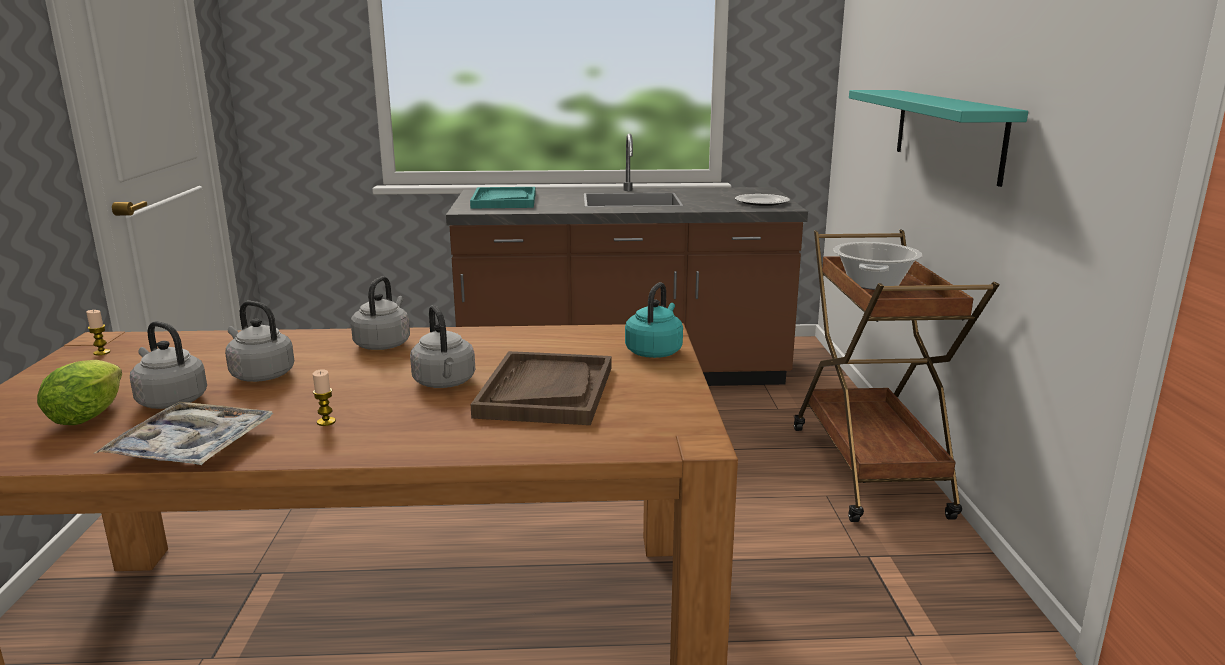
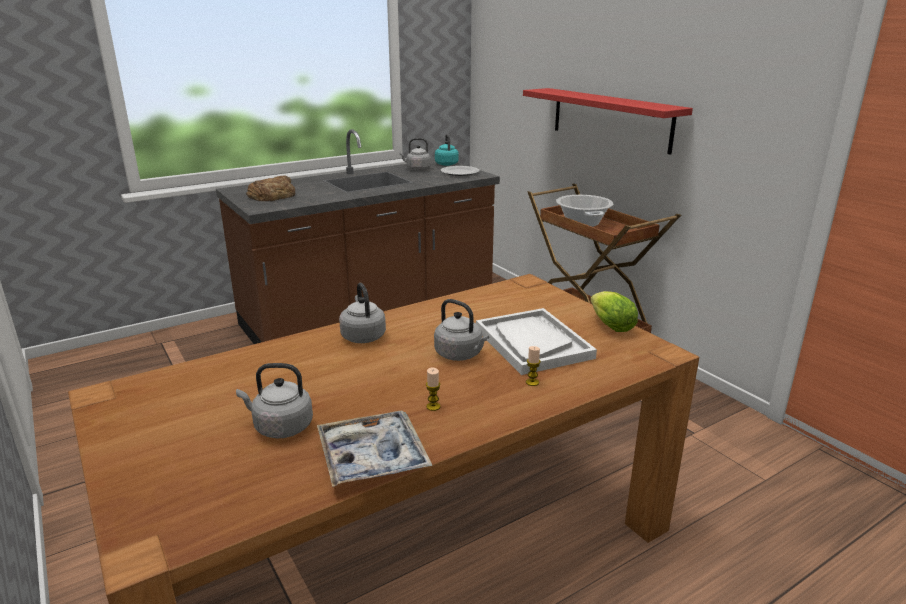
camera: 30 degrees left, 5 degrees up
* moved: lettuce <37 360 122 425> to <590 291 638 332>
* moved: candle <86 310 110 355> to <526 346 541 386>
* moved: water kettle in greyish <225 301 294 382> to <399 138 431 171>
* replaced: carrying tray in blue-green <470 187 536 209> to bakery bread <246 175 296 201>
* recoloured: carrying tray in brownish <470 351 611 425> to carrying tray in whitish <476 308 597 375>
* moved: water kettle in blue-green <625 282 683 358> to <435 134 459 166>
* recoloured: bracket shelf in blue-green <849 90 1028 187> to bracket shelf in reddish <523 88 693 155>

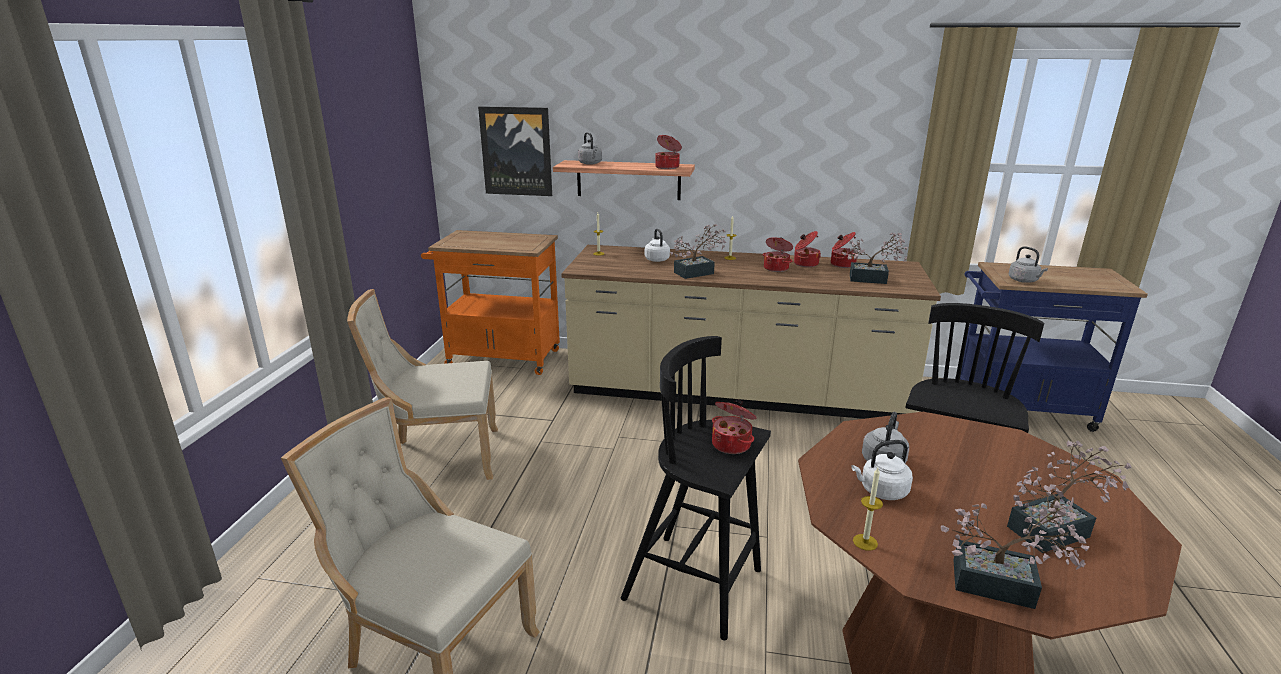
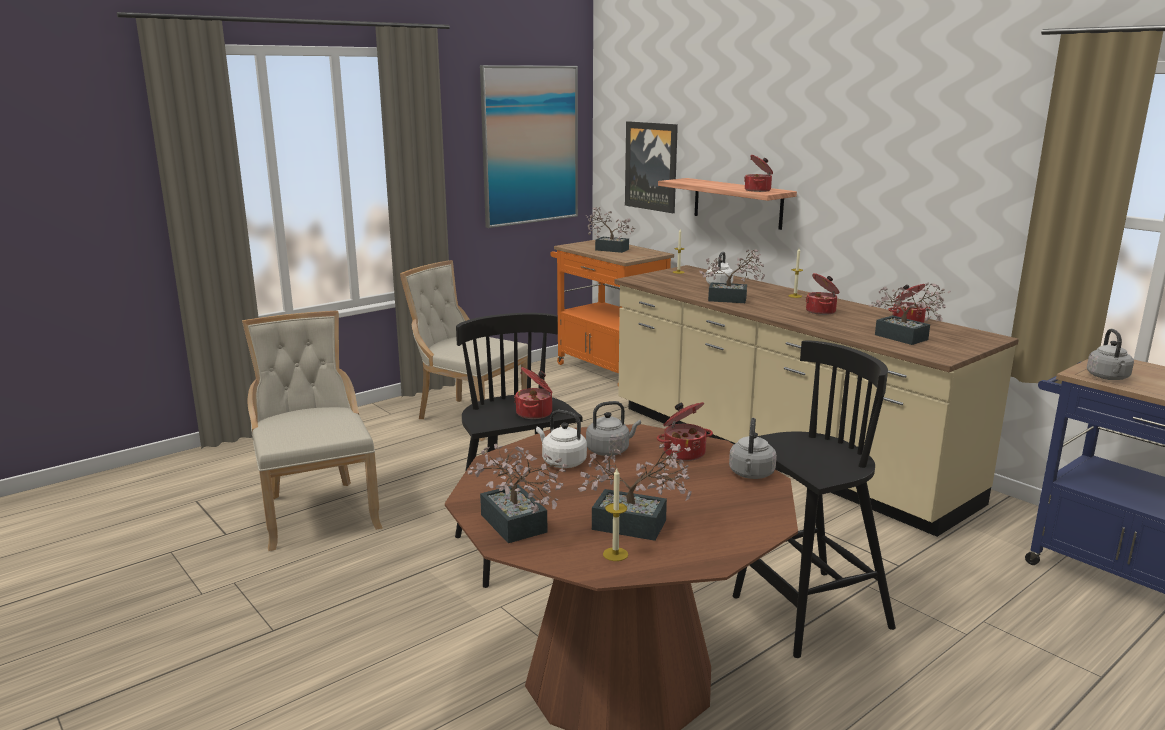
camera: 40 degrees right, 5 degrees down
* moved: water kettle in greyish <578 132 602 165> to <729 418 777 479>
* moved: cooking pot <794 231 821 267> to <657 402 713 461>
* moved: candle <853 468 883 551> to <603 468 628 561>
* added: wall art <480 65 578 228>
* added: potted plant <586 207 635 253>

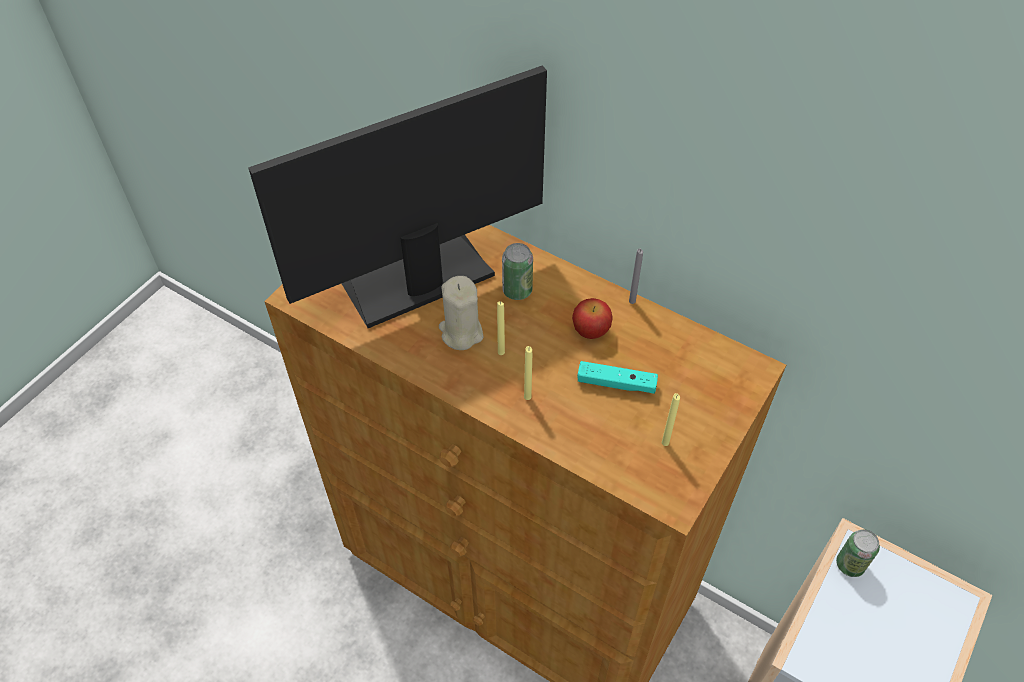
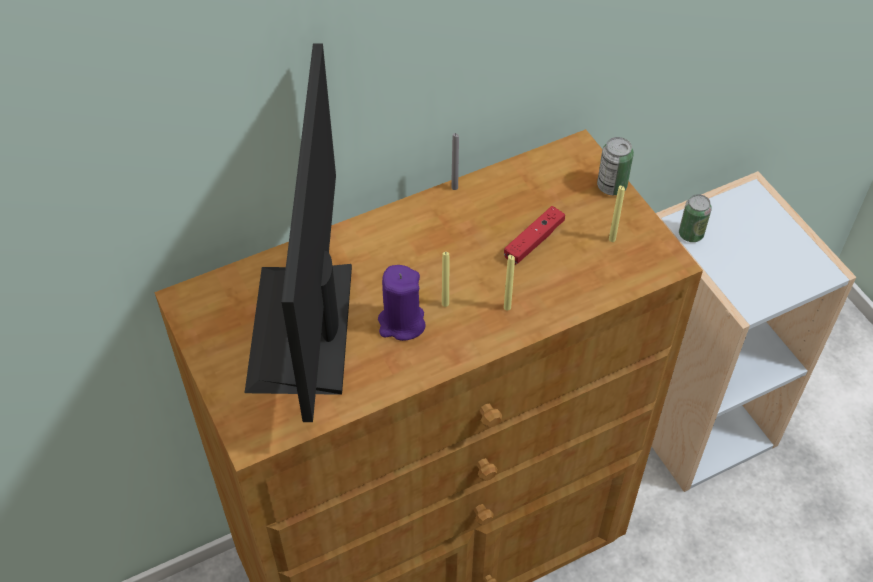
camera: 60 degrees left, 0 degrees up
* recoloured: candle in sand-coloured <439 276 483 350> to candle in purplish <378 265 426 341>
* moved: metal can <502 243 533 300> to <597 137 634 195>
* removed: apple fruit <572 298 613 339>
* recoloured: gamepad in blue-green <578 361 658 394> to gamepad in reddish <504 206 565 265>

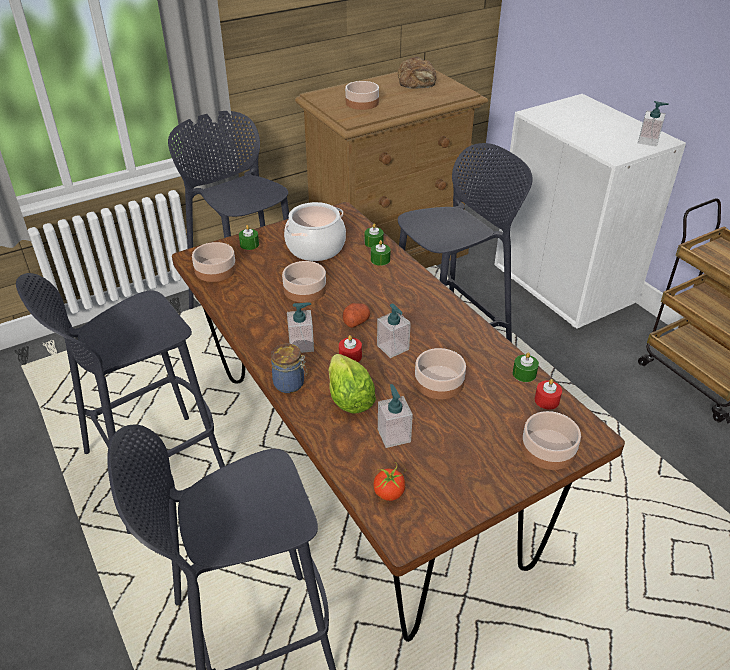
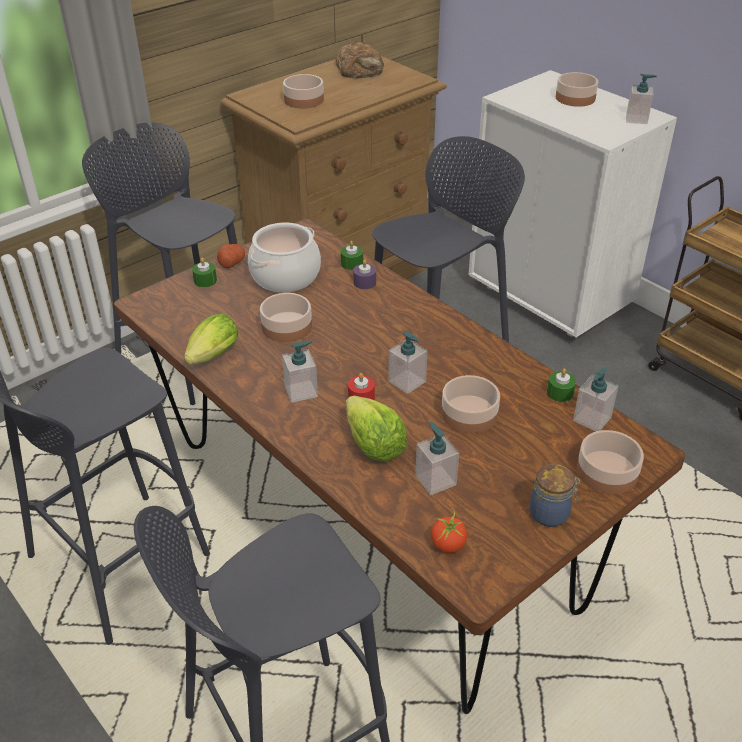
camera: 10 degrees left, 0 degrees up
* moved: bowl <192 242 236 282> to <556 72 598 107>
* moved: preserve jar <271 344 307 393> to <530 464 580 527>
* moved: potato <343 303 370 328> to <217 244 245 269>
* recoloured: candle in greenish <371 240 391 266> to candle in purplish <353 259 376 289>
* replaced: candle in reddish <535 379 562 409> to soap bottle <573 367 618 431>
* added: lettuce <184 314 238 365>

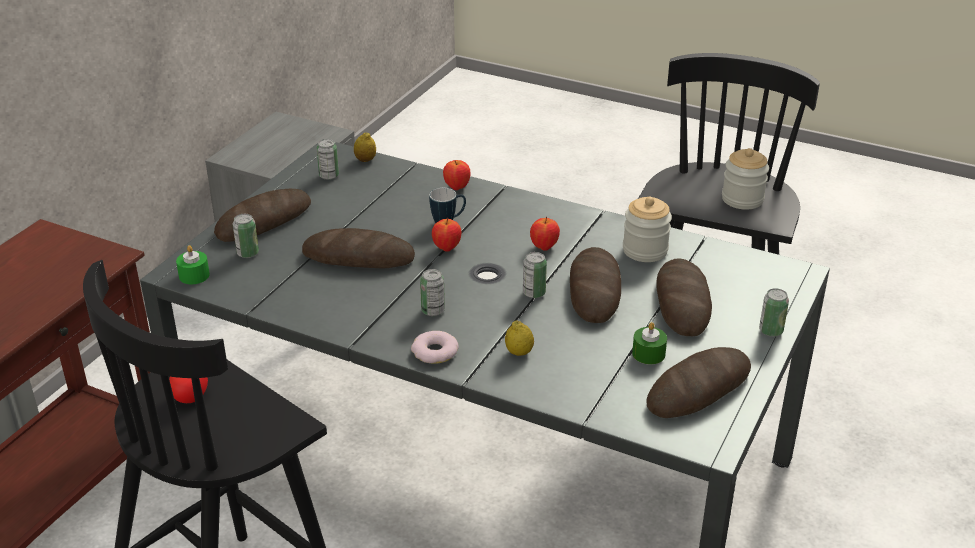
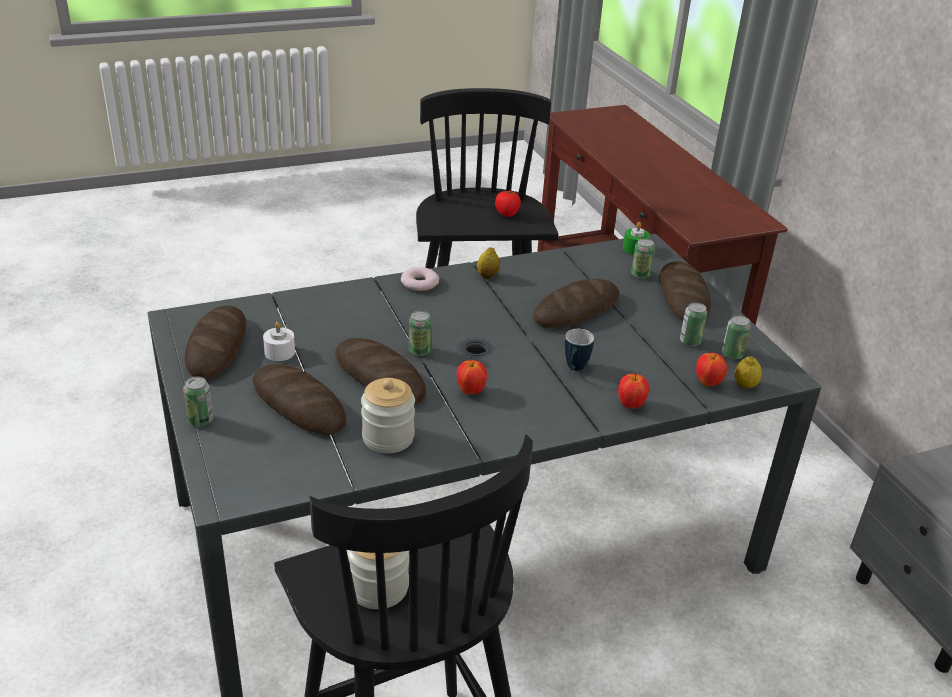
camera: 130 degrees right, 0 degrees up
* moved: metal can <420 269 445 316> to <680 302 707 346>
* moved: apple fruit <432 218 461 252> to <696 353 727 387>
* moved: lemon <505 320 534 356> to <477 247 500 279>
* recoloured: candle in greenish <632 322 667 365> to candle in whitish <263 322 295 361>

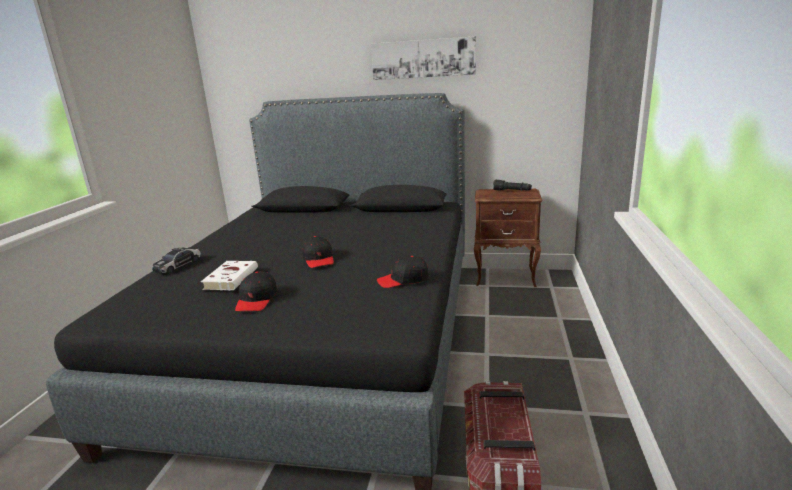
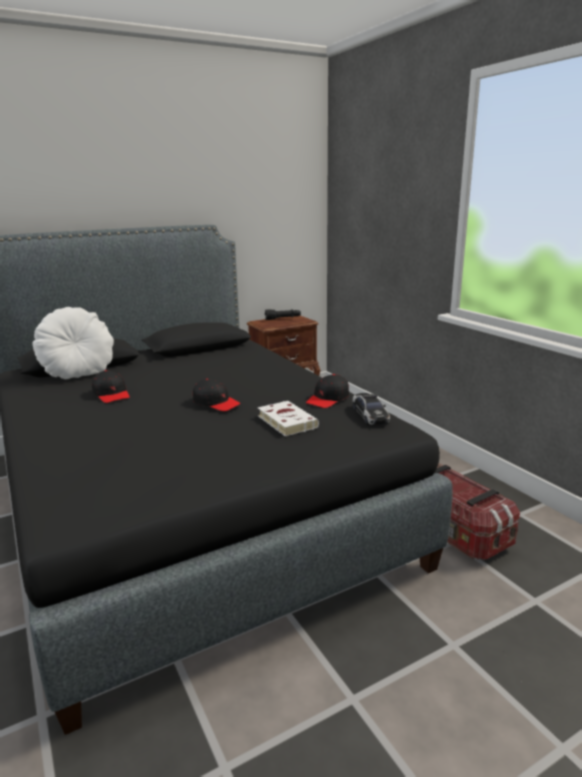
camera: 40 degrees left, 0 degrees up
* moved: miniature car <152 247 201 273> to <353 393 390 425>
* moved: bound book in whitish <201 261 258 291> to <258 401 319 436>
* moved: peaked cap in black-coloured <235 271 277 311> to <92 370 130 403>
* removed: wall art <371 36 476 80>
* added: cushion in whitish <32 307 114 379>

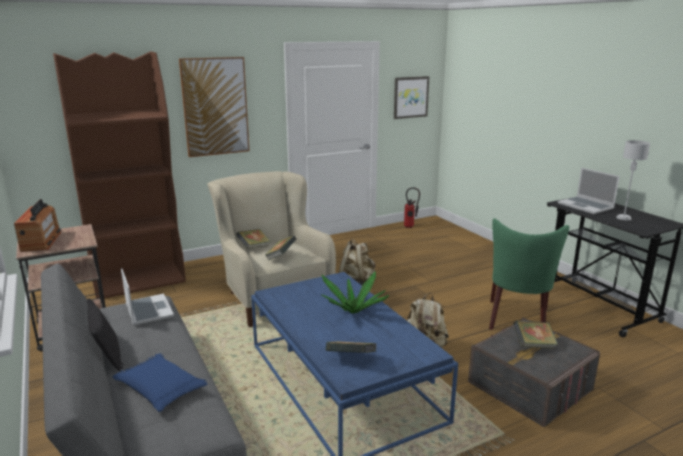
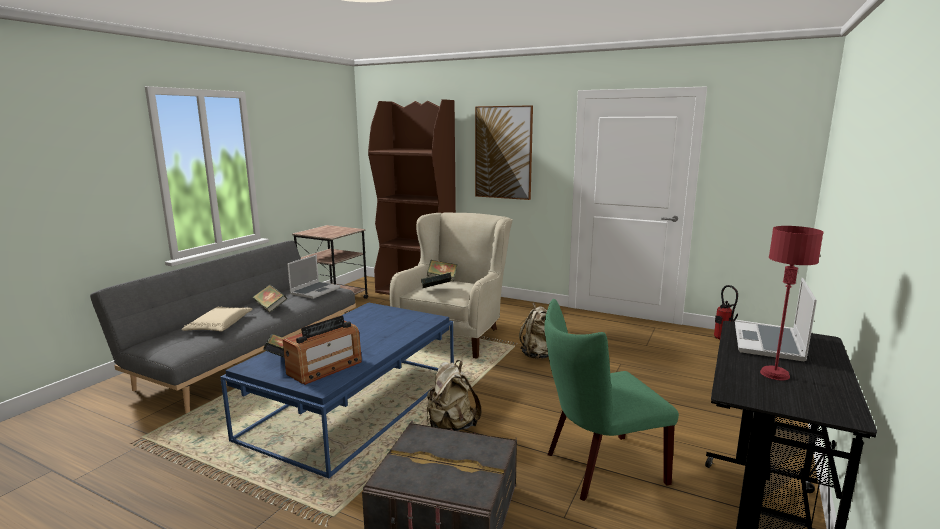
camera: 55 degrees right, 5 degrees down
* moved: radio receiver <14 199 61 252> to <283 316 362 385>
* removed: cushion in black-coloured <87 298 123 371>
* recoloured: cushion in blue <113 353 207 412> to cushion in sand-coloured <182 306 252 332>
* removed: potted plant <321 271 389 314>
* removed: wall art <394 76 430 119>
* moved: bound book <513 321 558 349> to <253 285 287 313>
* recoloured: tabletop lamp in greyish <616 140 650 220> to tabletop lamp in reddish <760 226 824 381>

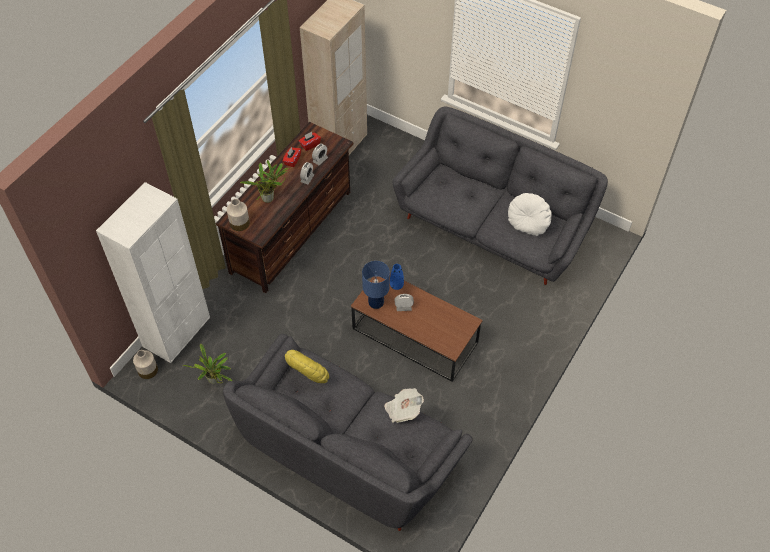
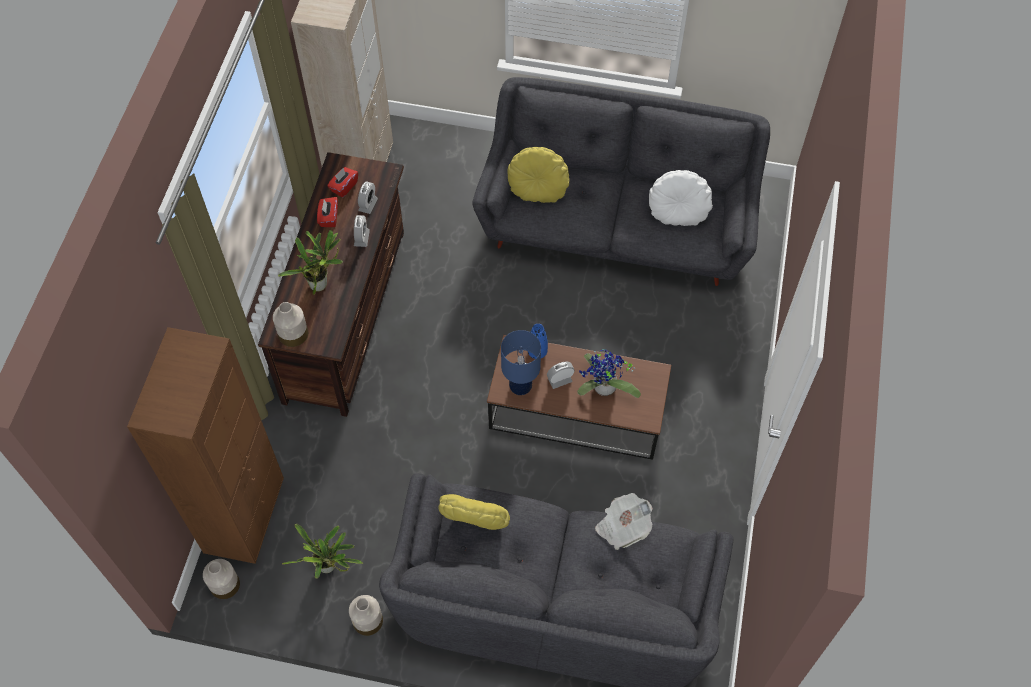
camera: 20 degrees left, 5 degrees up
* recoloured: cupboard in whitish <96 182 210 363> to cupboard in brownish <127 327 284 564>
* added: flower vase in sand-coloured <349 595 383 636>
* added: cushion in yellowish <507 147 569 203>
* added: potted plant <577 349 641 398>

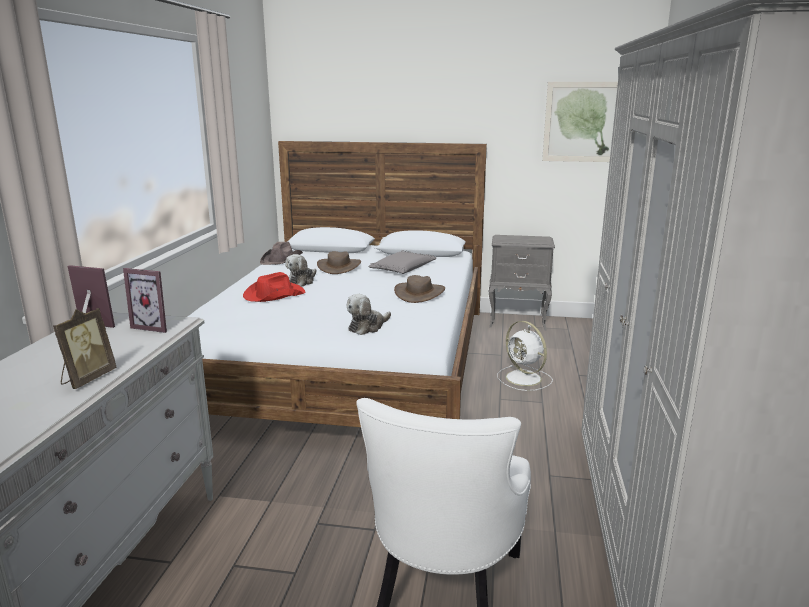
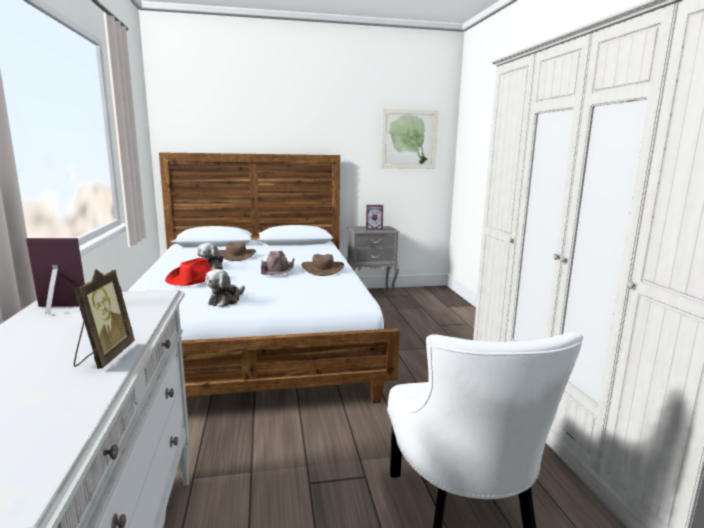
camera: 20 degrees left, 5 degrees down
* moved: picture frame <123 268 167 333> to <366 205 384 230>
* moved: clothing hat in brownish <260 242 303 265> to <261 251 295 275>
* moved: plush toy <346 294 391 335> to <205 269 245 307>
* removed: cushion in greyish <369 251 436 274>
* removed: fan in whitish <497 321 553 391>

